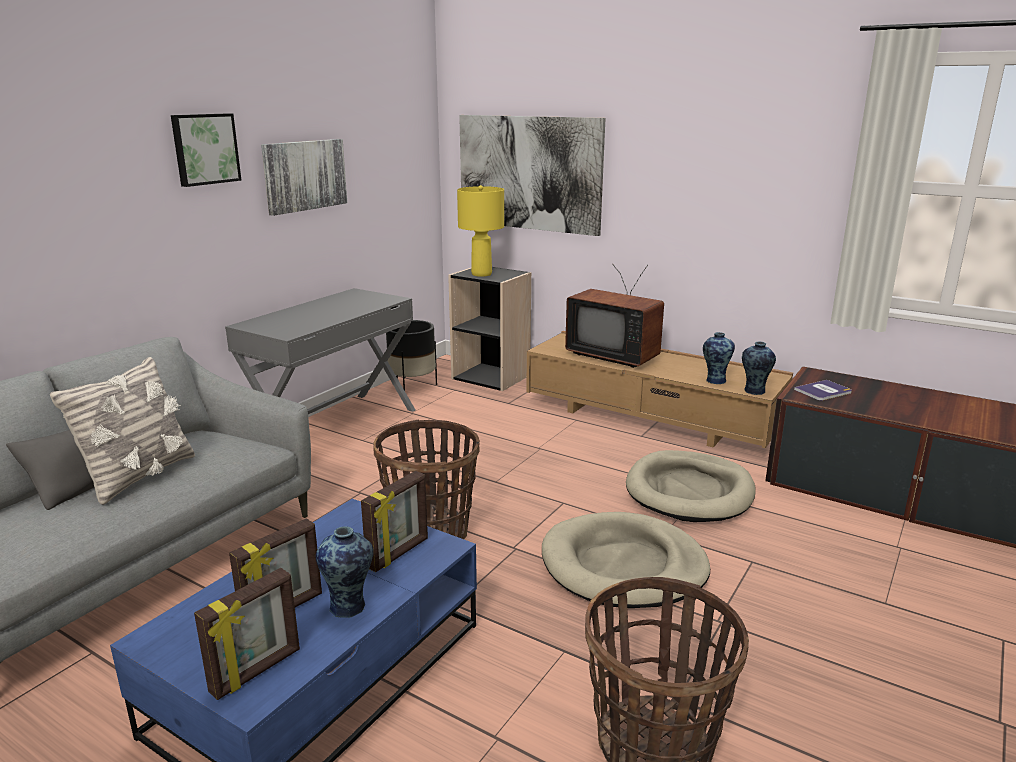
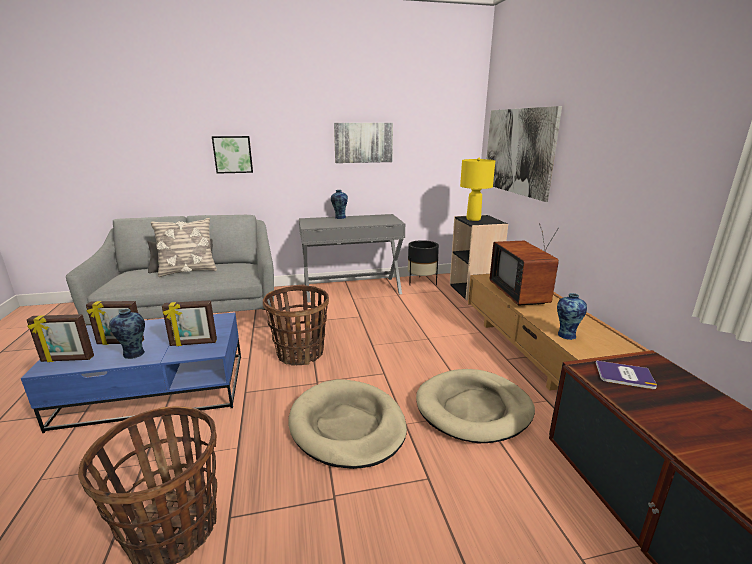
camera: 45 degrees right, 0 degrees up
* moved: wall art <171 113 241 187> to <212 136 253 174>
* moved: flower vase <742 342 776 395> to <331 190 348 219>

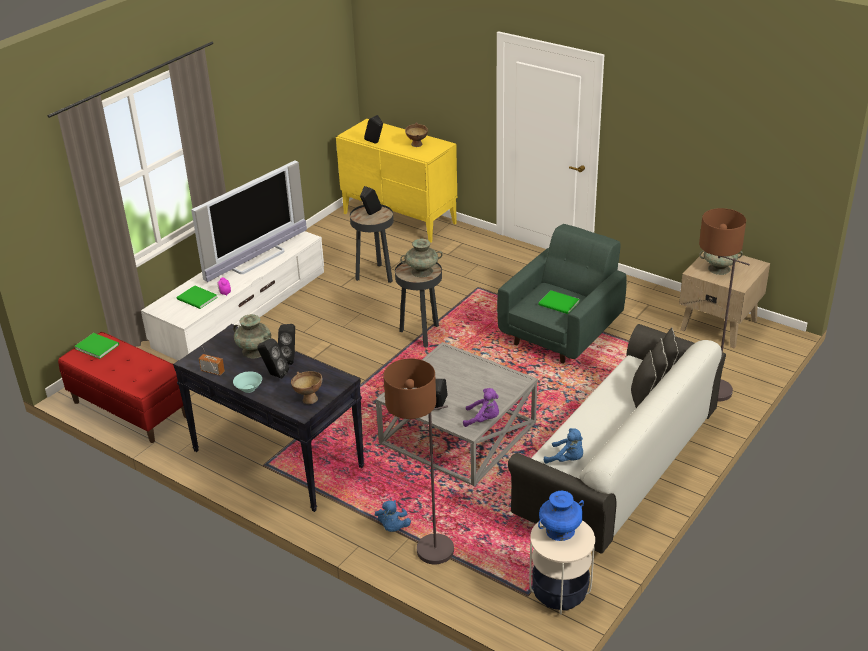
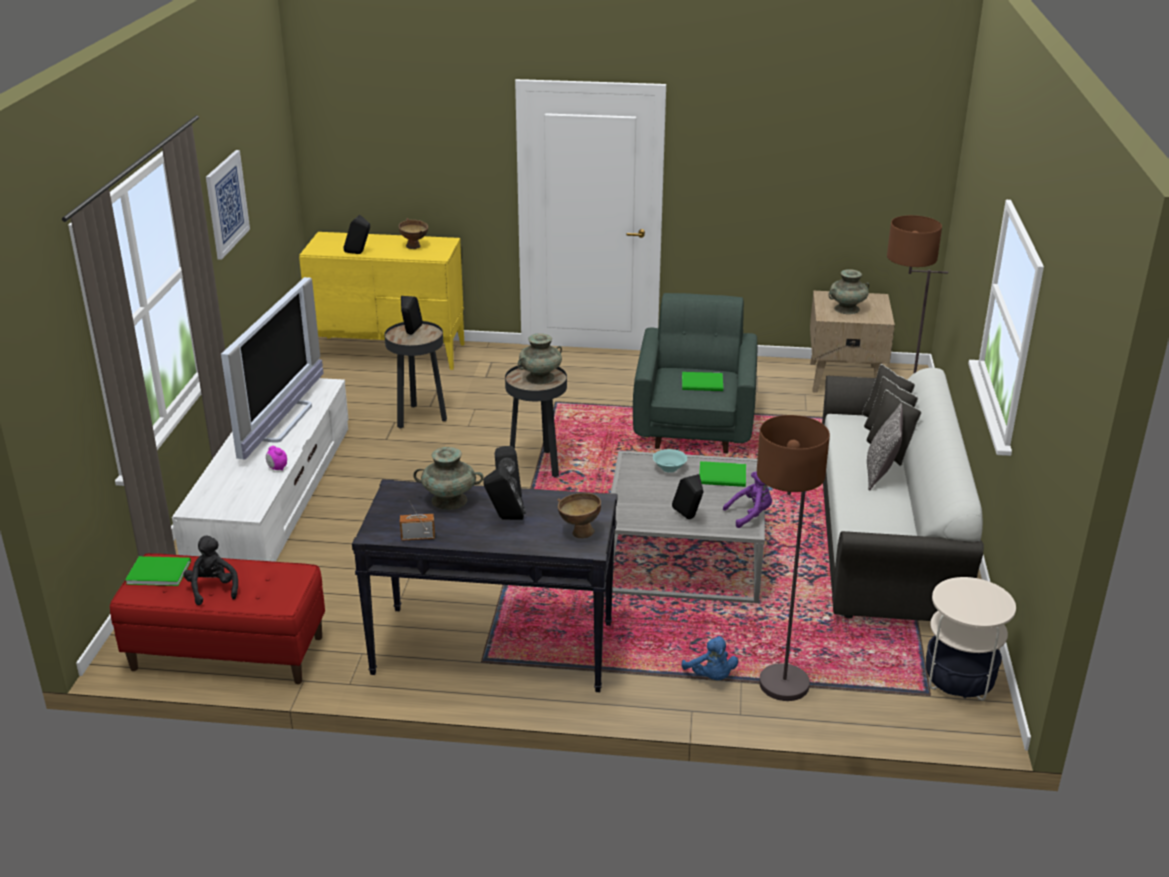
camera: 30 degrees left, 5 degrees down
* moved: bound book in greenish <177 285 218 309> to <699 461 746 487>
* moved: bowl in blue-green <233 371 262 393> to <653 449 687 473>
* removed: flower vase in blue <538 491 584 541>
* removed: plush toy in blue <544 428 583 463>
* added: plush toy in black-coloured <183 536 238 605>
* added: wall art <206 150 250 260>
* added: cushion <867 403 903 491>

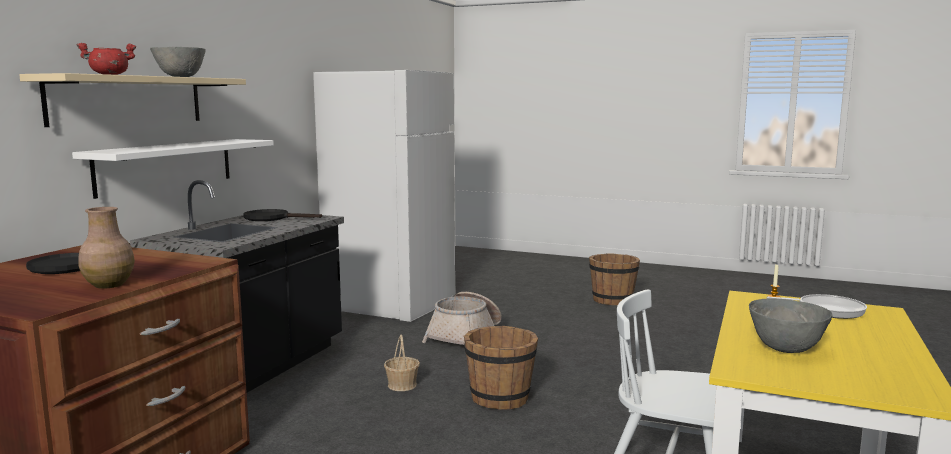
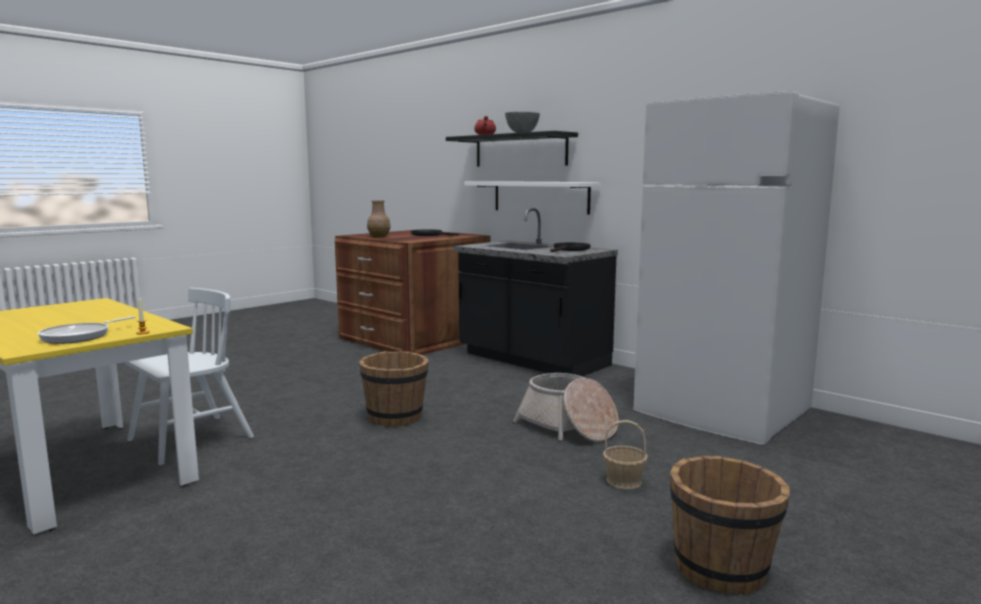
camera: 110 degrees right, 0 degrees up
* recoloured: bracket shelf in sand-coloured <19 73 246 127> to bracket shelf in black-coloured <446 131 578 167>
* moved: household basket <384 335 420 391> to <603 420 648 489>
* removed: bowl in greyish <749 298 833 353>

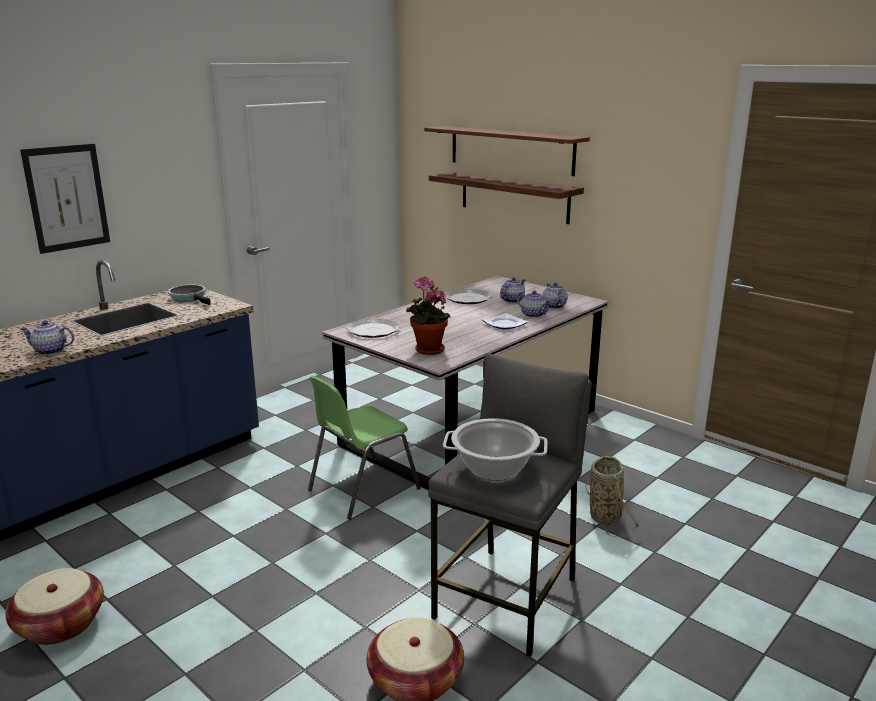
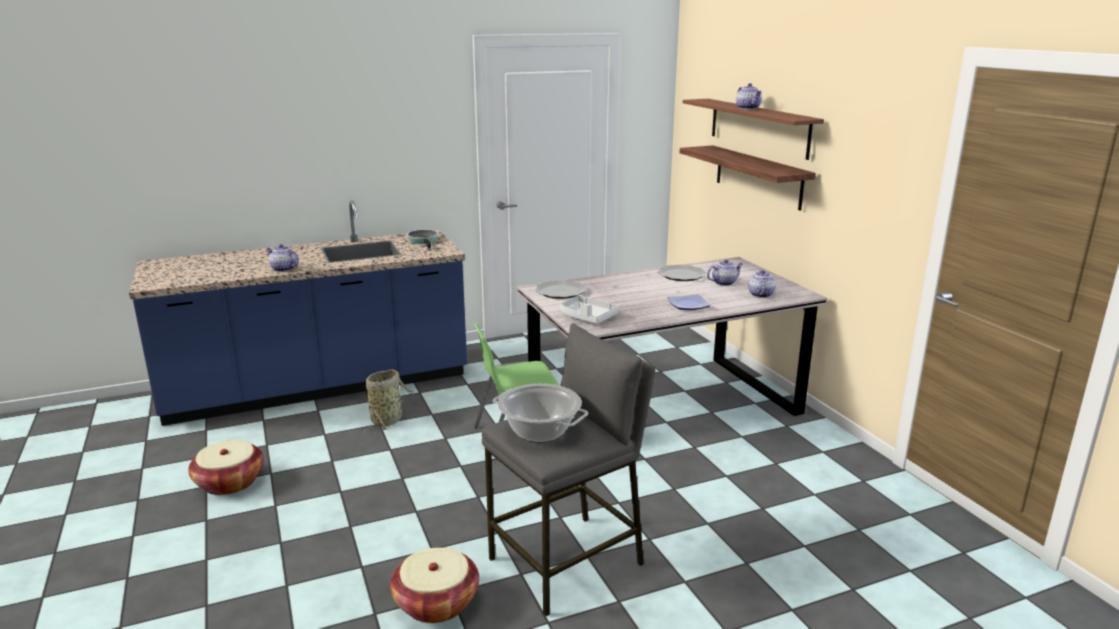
camera: 25 degrees right, 0 degrees up
* removed: wall art <20 144 110 254>
* replaced: potted plant <406 276 450 355> to carrying tray in greyish <560 296 620 324>
* moved: tea pot <517 291 552 318> to <736 83 762 110>
* moved: household basket <585 456 640 537> to <364 369 413 433>

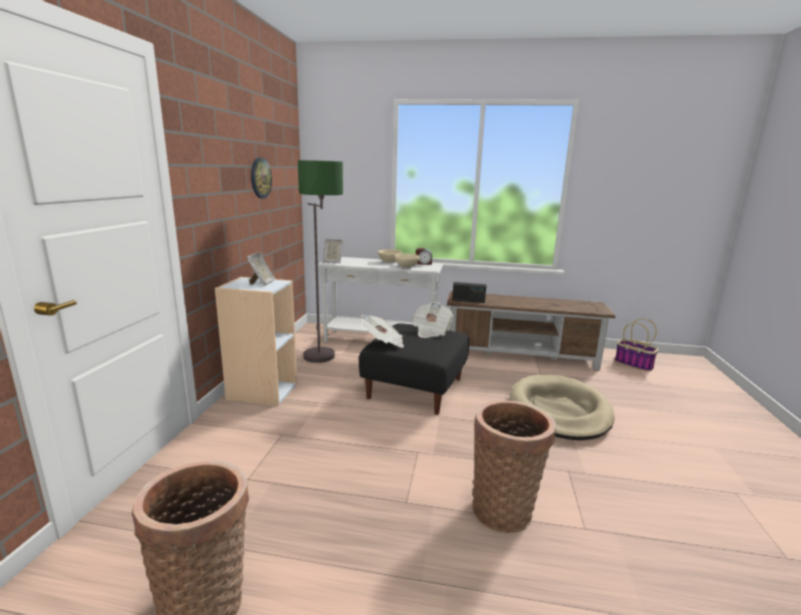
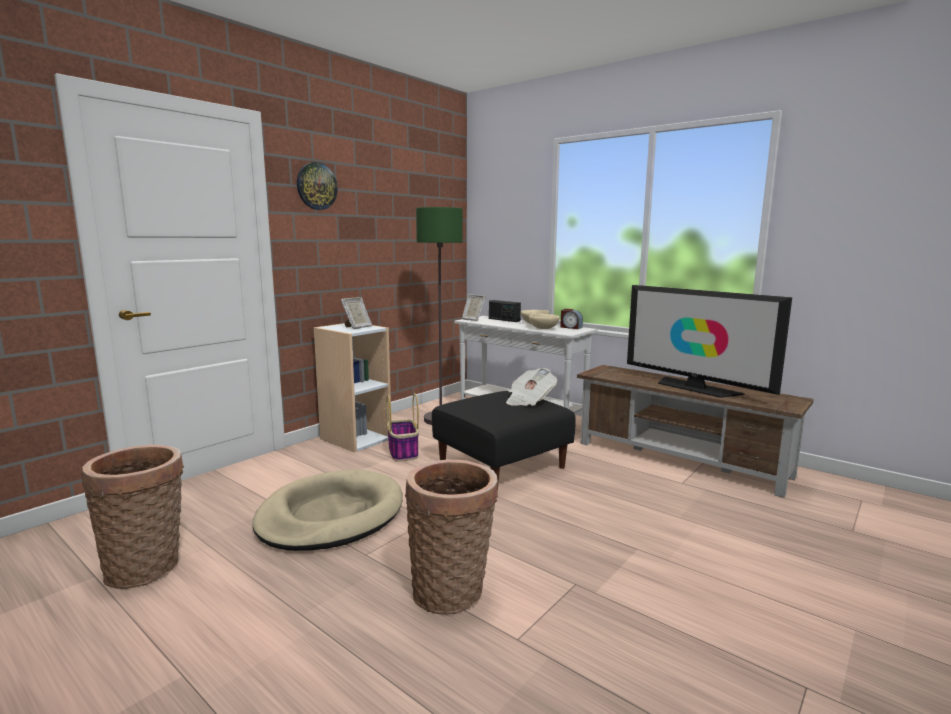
camera: 30 degrees right, 5 degrees down
* moved: hanging clock <251 158 272 198> to <297 162 338 210>
* removed: newspaper <361 315 404 348>
* moved: radio receiver <452 282 486 303> to <489 300 521 322>
* moved: pet bed in sand-coloured <509 375 615 440> to <252 470 403 551>
* moved: household basket <615 318 659 372> to <386 393 419 461>
* added: television <627 285 792 398>

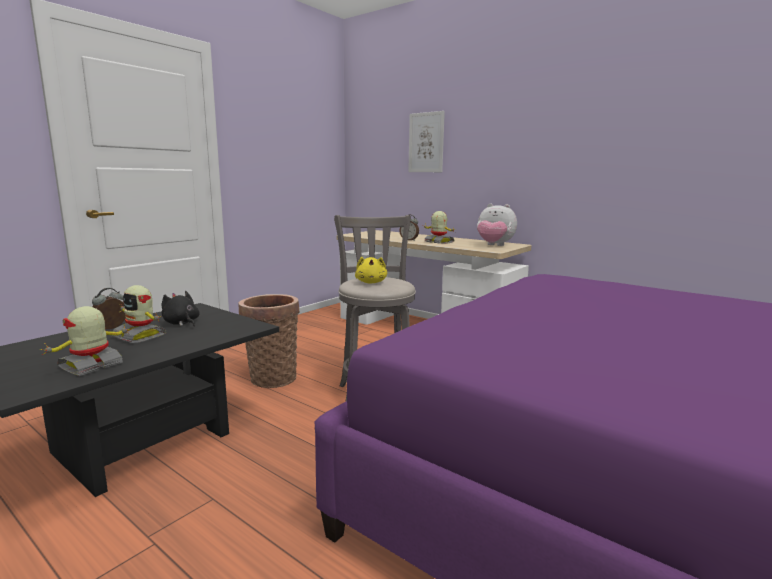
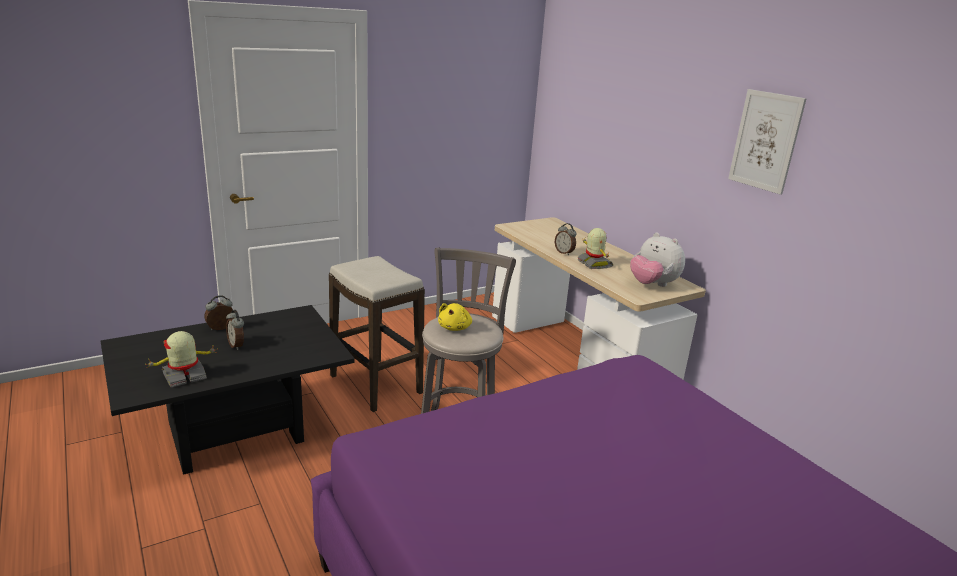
camera: 20 degrees right, 10 degrees up
* replaced: toy robot <111 285 166 343> to alarm clock <226 310 244 350>
* removed: plush toy in black-coloured <162 291 199 327>
* replaced: household basket <239 294 300 388> to stool seat <329 256 425 412>
* moved: wall art <408 111 445 172> to <728 89 807 195>

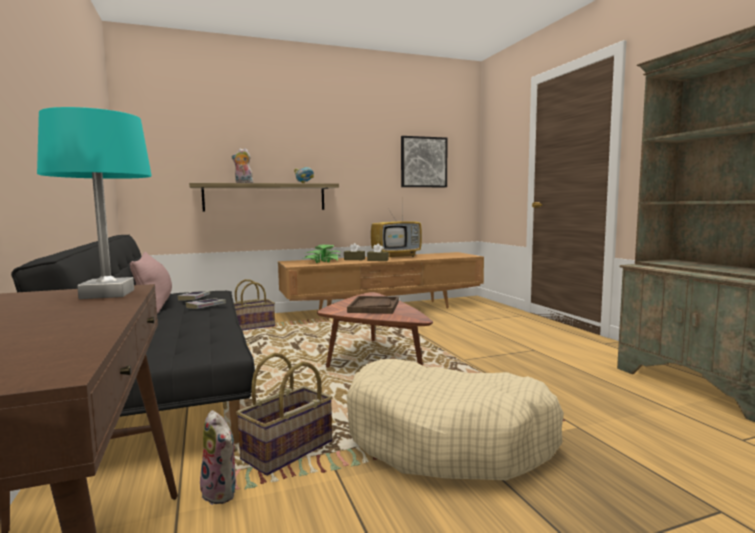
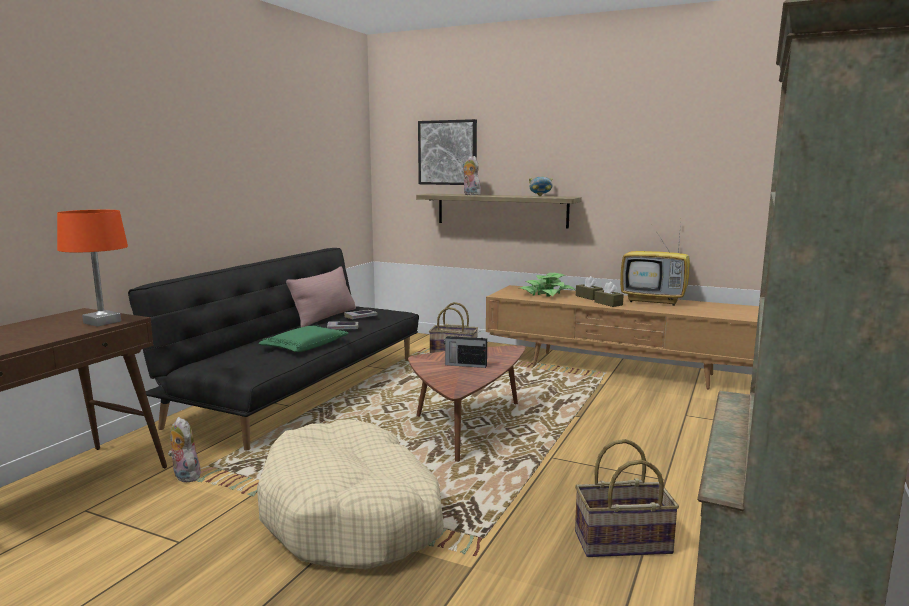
camera: 45 degrees right, 5 degrees up
* recoloured: tabletop lamp in blue-green <37 107 152 299> to tabletop lamp in orangey <57 210 128 327>
* turned: plush toy <197 410 238 505> = <168 417 203 483> 135 degrees clockwise
* moved: household basket <236 353 333 476> to <575 439 679 557>
* replaced: carrying tray in brownish <347 296 399 314> to radio receiver <444 332 487 368>
* moved: wall art <401 136 448 187> to <418 119 477 185>
* added: cushion in greenish <259 325 348 352>

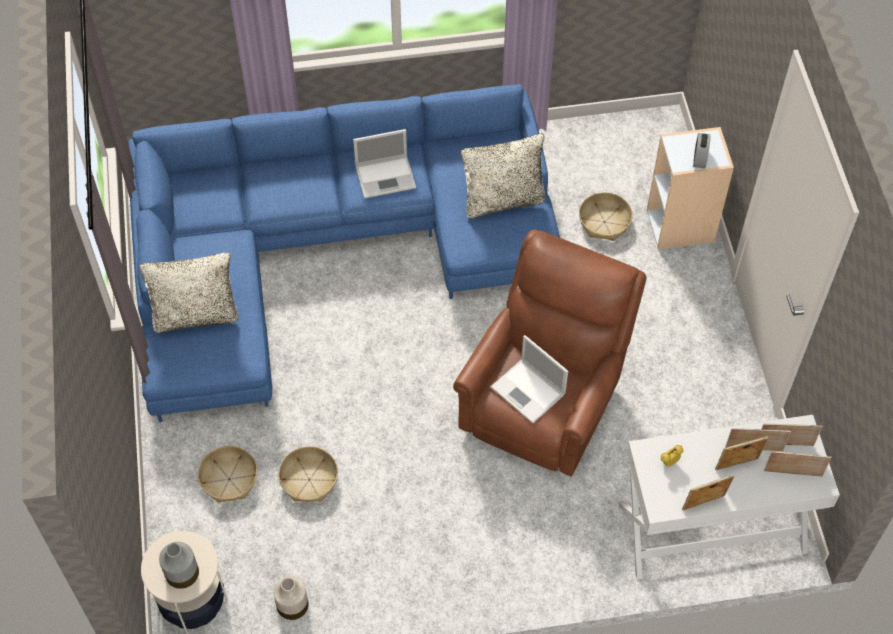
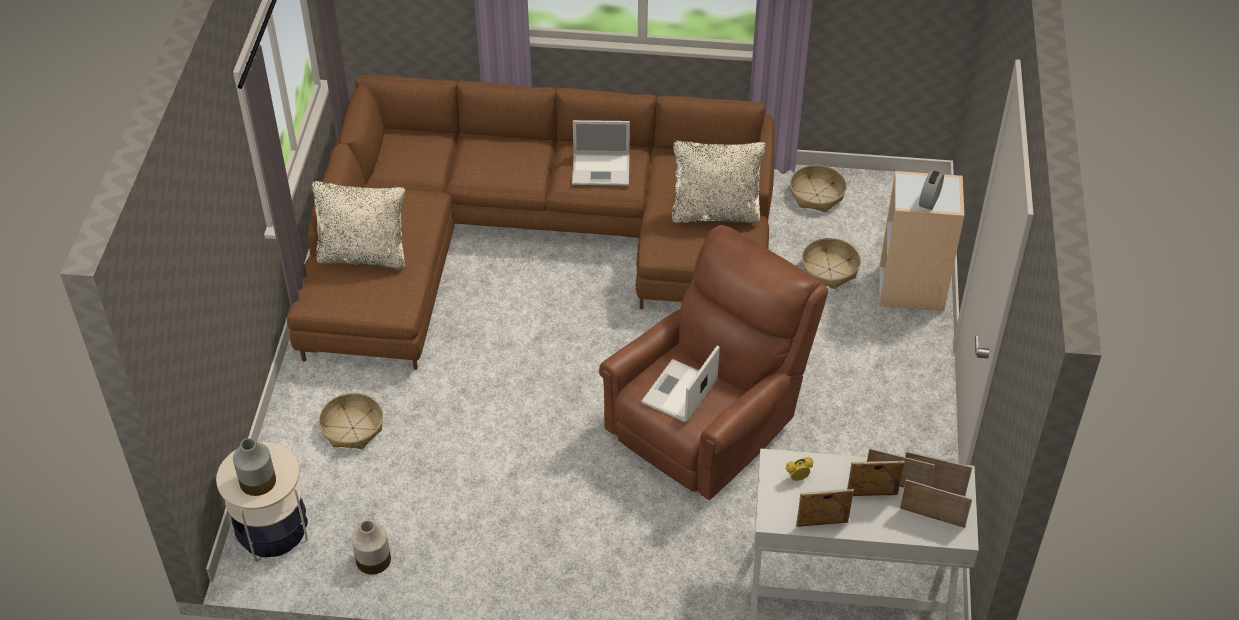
camera: 15 degrees right, 10 degrees down
* recoloured: couch in blue <129 84 560 422> to couch in brownish <287 75 775 370>
* moved: household basket <278 446 338 502> to <790 165 846 212>
* turned: portable computer <491 335 568 423> = <641 345 720 422> 60 degrees clockwise

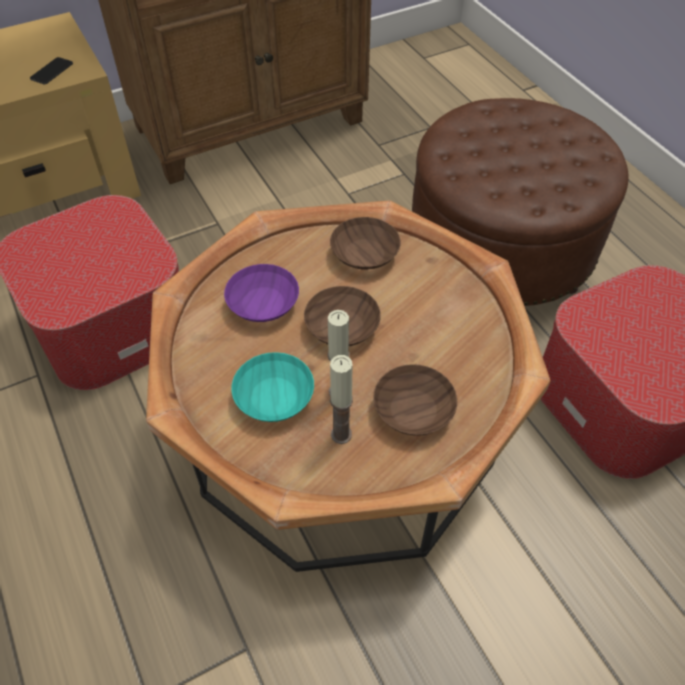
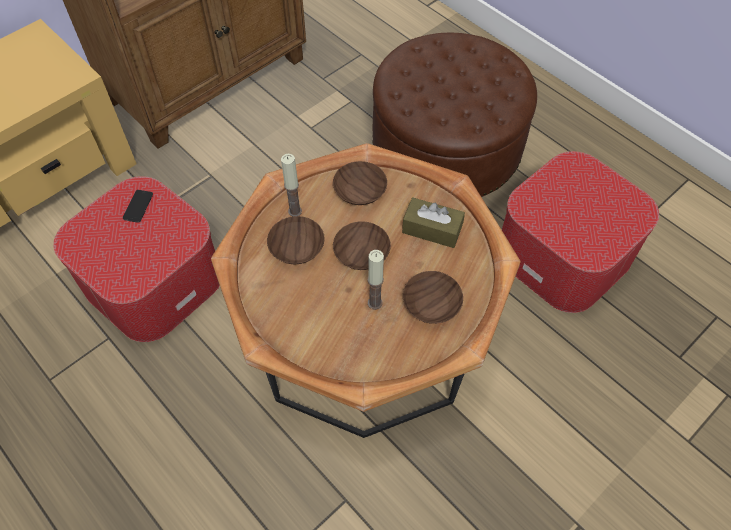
camera: 15 degrees left, 5 degrees up
* moved: handset <30 57 73 84> to <123 190 153 223>
* recoloured: bowl in purplish <224 264 299 322> to bowl in brownish <267 216 325 264>
* removed: bowl in blue-green <231 352 314 422>
* moved: candle <330 355 353 444> to <281 154 302 217>
* added: tissue box in brownish <402 197 465 248>

